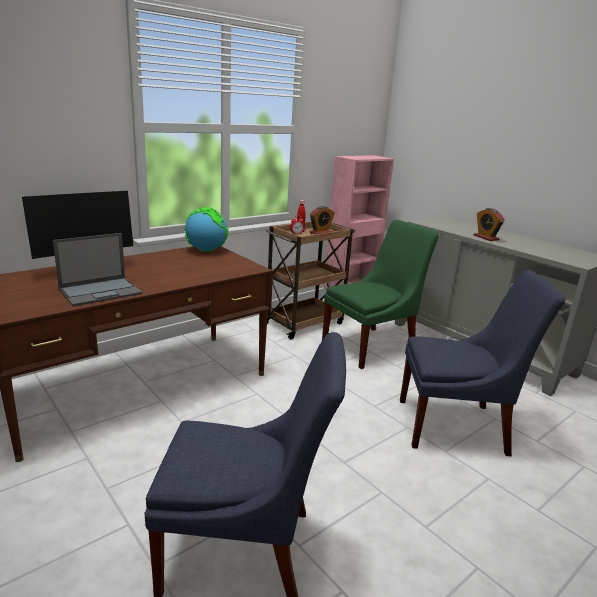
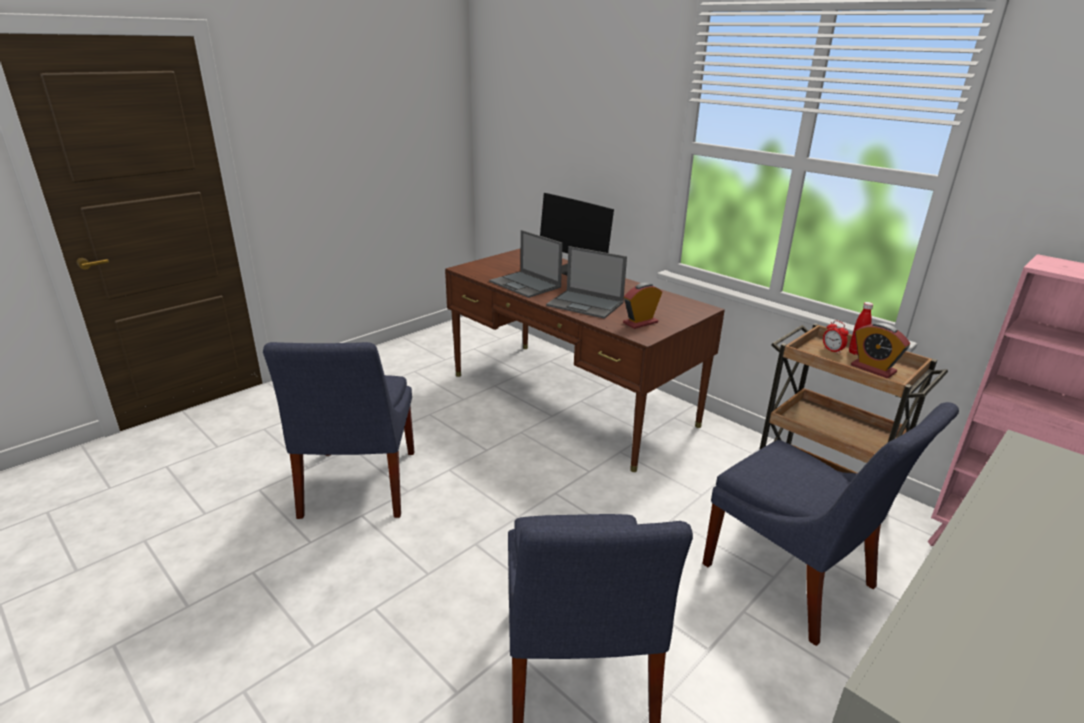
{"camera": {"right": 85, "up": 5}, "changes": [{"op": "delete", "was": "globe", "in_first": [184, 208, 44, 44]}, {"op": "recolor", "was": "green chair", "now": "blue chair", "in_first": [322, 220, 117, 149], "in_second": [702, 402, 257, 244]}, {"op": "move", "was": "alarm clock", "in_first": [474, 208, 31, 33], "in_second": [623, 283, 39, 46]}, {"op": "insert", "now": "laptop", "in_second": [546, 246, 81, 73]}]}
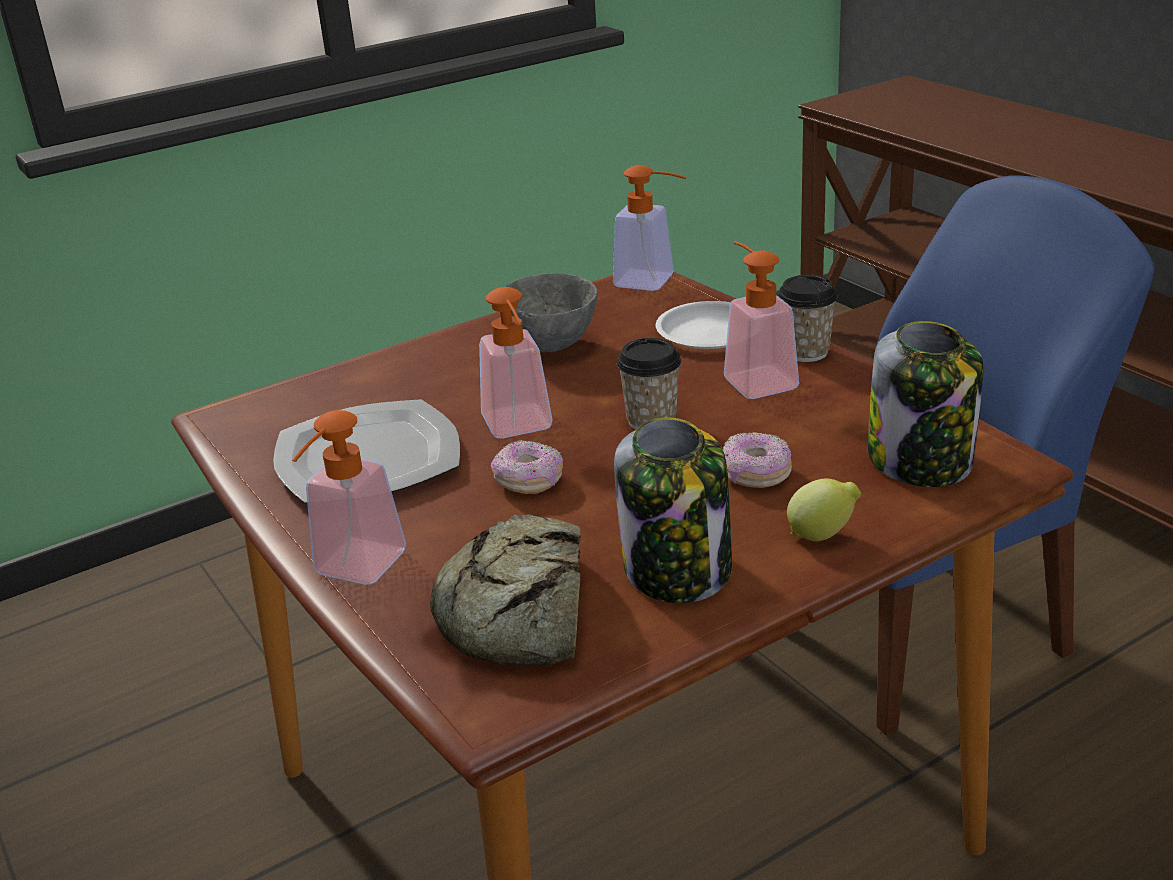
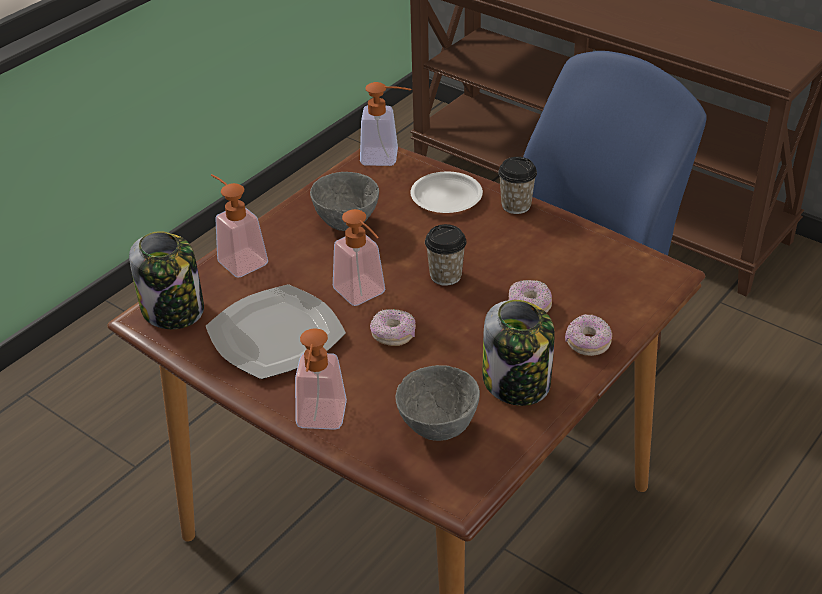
{"camera": {"right": -20, "up": 10}, "changes": [{"op": "replace", "was": "bread", "now": "grey bowl", "in_first": [430, 514, 151, 152], "in_second": [395, 365, 85, 76]}, {"op": "move", "was": "soap dispenser", "in_first": [724, 241, 75, 158], "in_second": [211, 174, 57, 104]}, {"op": "replace", "was": "lemon", "now": "donut", "in_first": [787, 479, 74, 62], "in_second": [565, 314, 47, 42]}, {"op": "move", "was": "jar", "in_first": [868, 321, 115, 166], "in_second": [129, 231, 75, 98]}]}
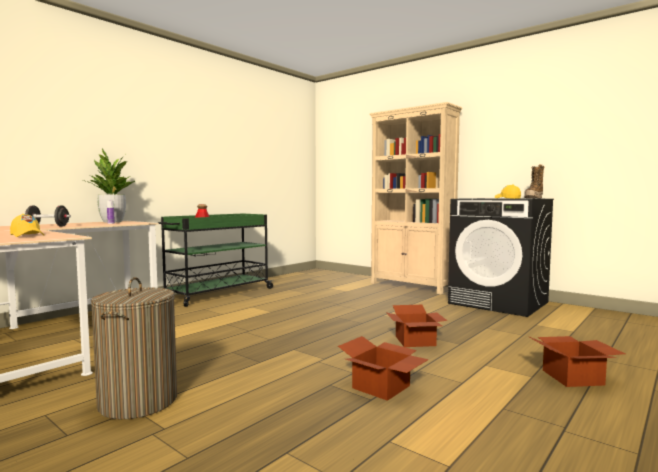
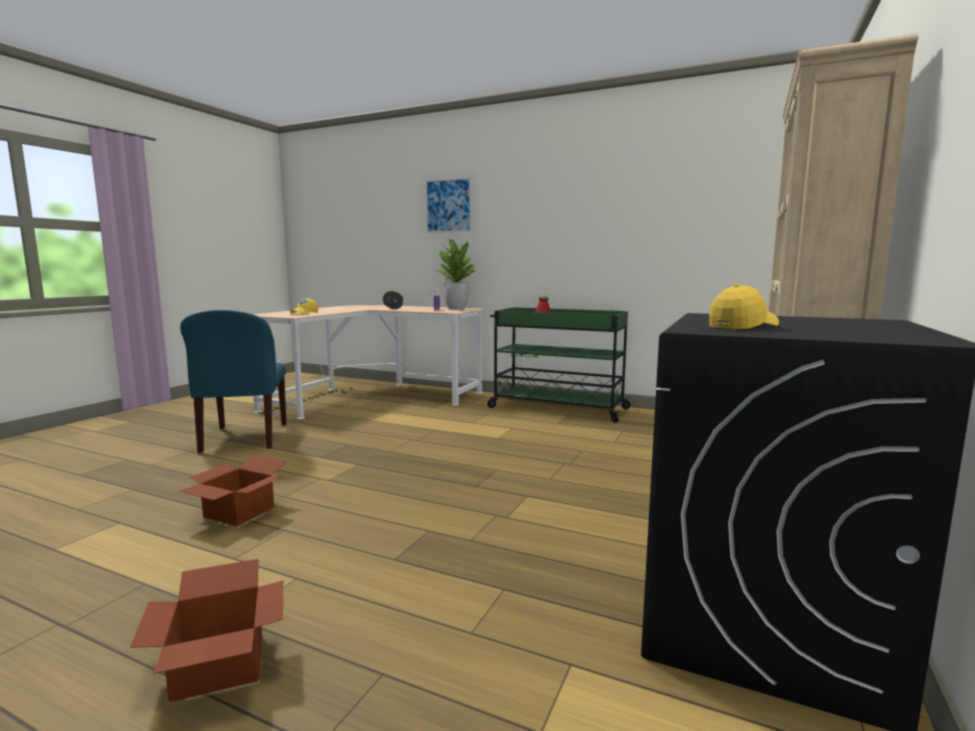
{"camera": {"right": 75, "up": 5}, "changes": [{"op": "replace", "was": "laundry basket", "now": "blue chair", "in_first": [91, 277, 86, 142], "in_second": [180, 310, 107, 143]}, {"op": "delete", "was": "cardboard box", "in_first": [386, 305, 61, 42]}, {"op": "delete", "was": "boot", "in_first": [524, 165, 20, 33]}, {"op": "insert", "now": "picture", "in_second": [425, 177, 47, 56]}]}
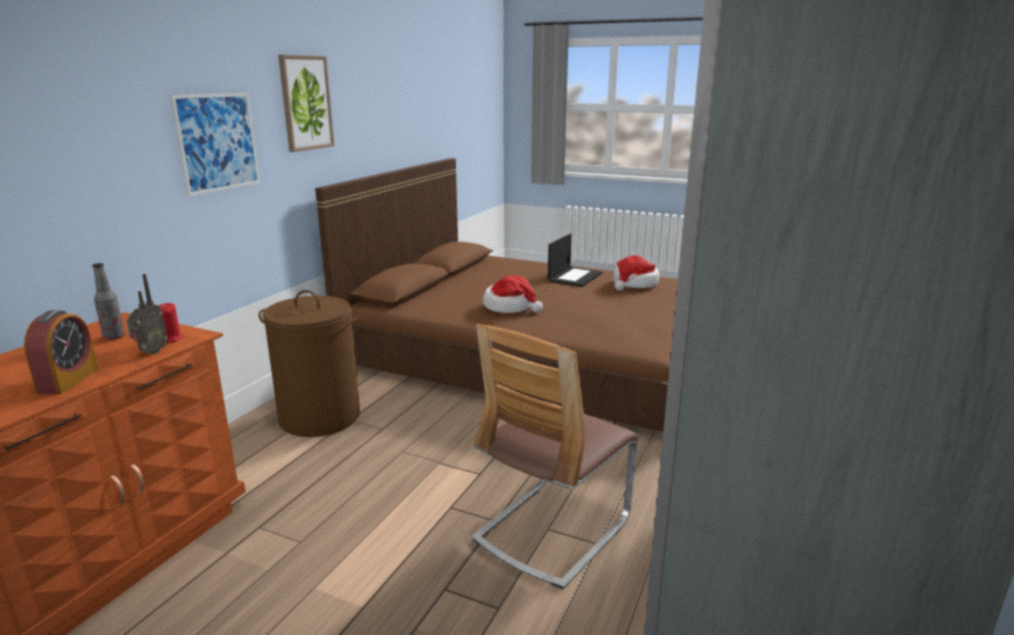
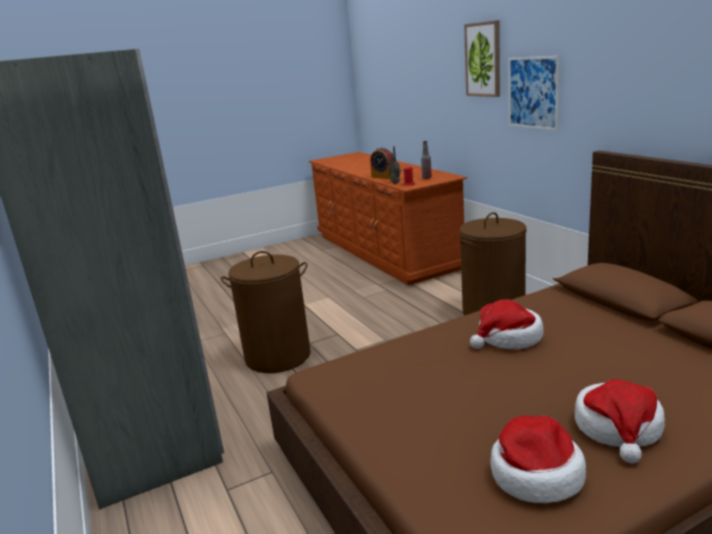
{"camera": {"right": 130, "up": 0}, "changes": [{"op": "move", "was": "picture", "in_first": [278, 55, 56, 97], "in_second": [464, 20, 36, 77]}, {"op": "replace", "was": "chair", "now": "brown laundry basket", "in_first": [472, 324, 166, 265], "in_second": [220, 251, 91, 122]}, {"op": "replace", "was": "laptop", "now": "hat", "in_first": [548, 234, 54, 53], "in_second": [575, 379, 90, 84]}]}
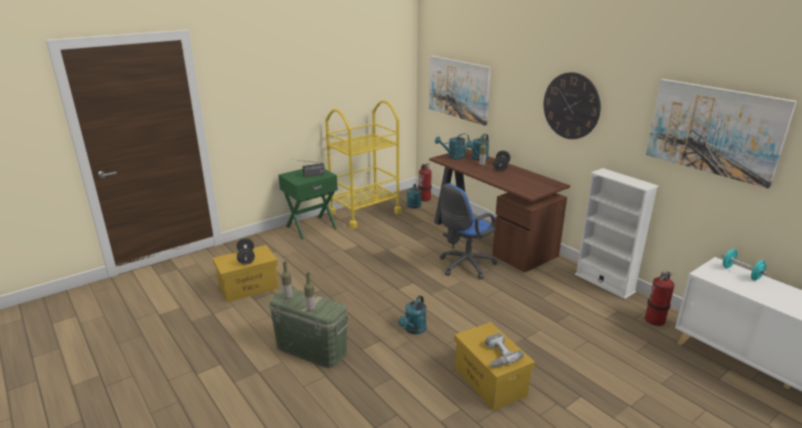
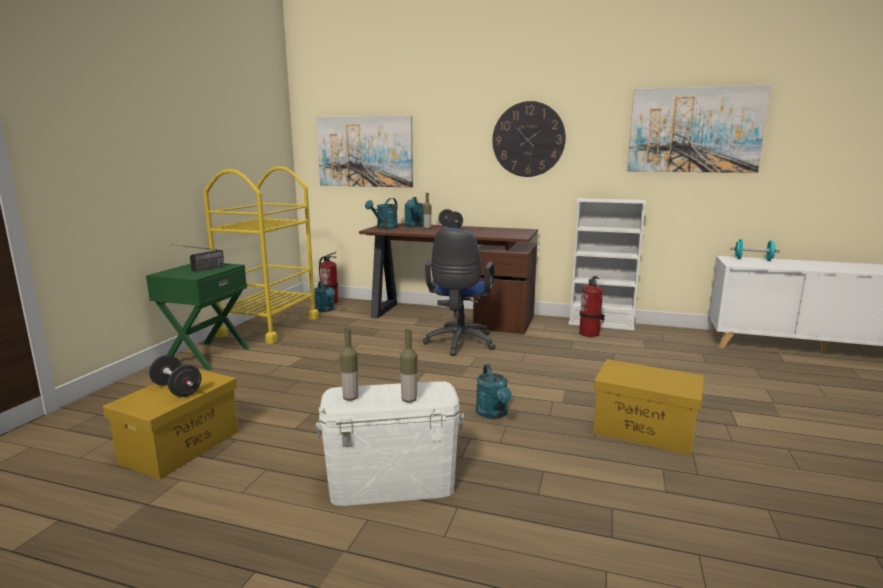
{"camera": {"right": -35, "up": -10}, "changes": [{"op": "recolor", "was": "green storage box", "now": "white storage box", "in_first": [269, 288, 80, 80], "in_second": [316, 381, 148, 125]}, {"op": "delete", "was": "power drill", "in_first": [485, 333, 39, 34]}, {"op": "move", "was": "fire extinguisher", "in_first": [645, 272, 30, 54], "in_second": [579, 276, 24, 61]}]}
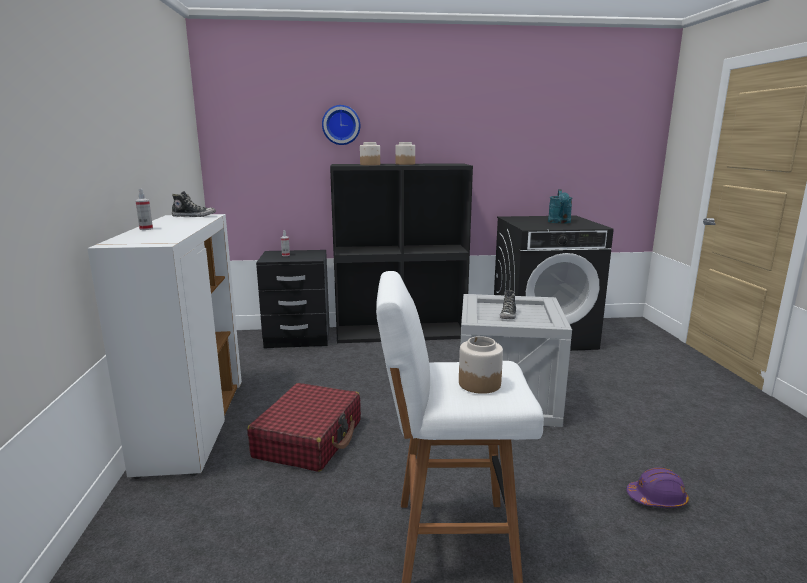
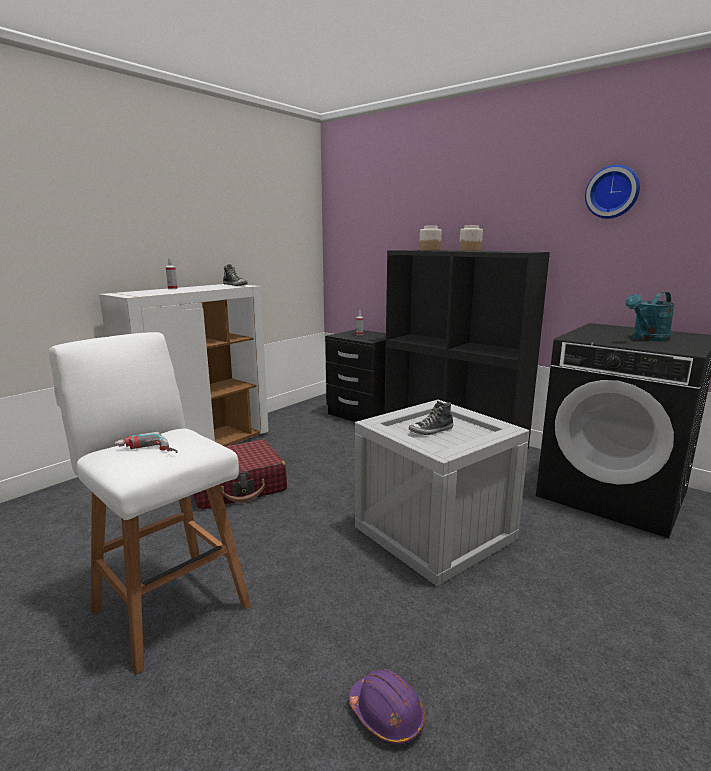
{"camera": {"right": 45, "up": 0}, "changes": [{"op": "move", "was": "wall clock", "in_first": [322, 105, 38, 40], "in_second": [585, 165, 55, 54]}, {"op": "replace", "was": "jar", "now": "power drill", "in_first": [459, 336, 44, 58], "in_second": [114, 432, 64, 21]}]}
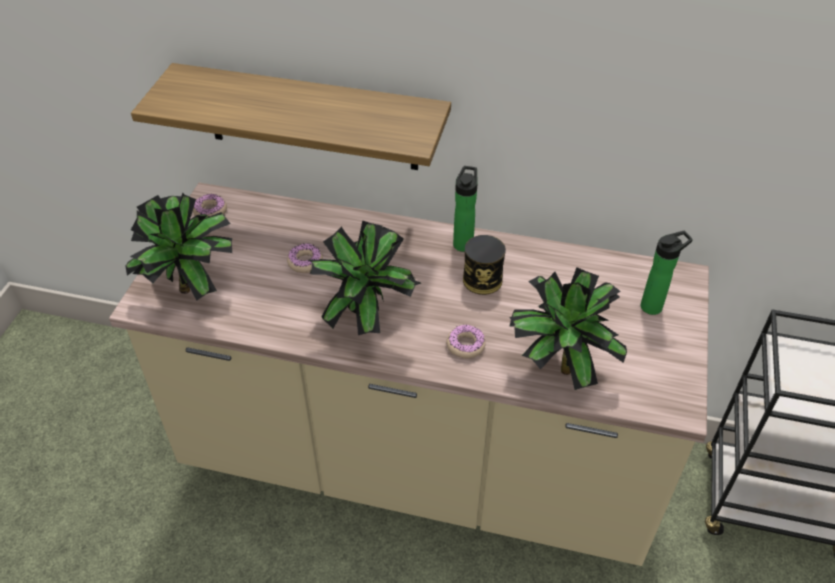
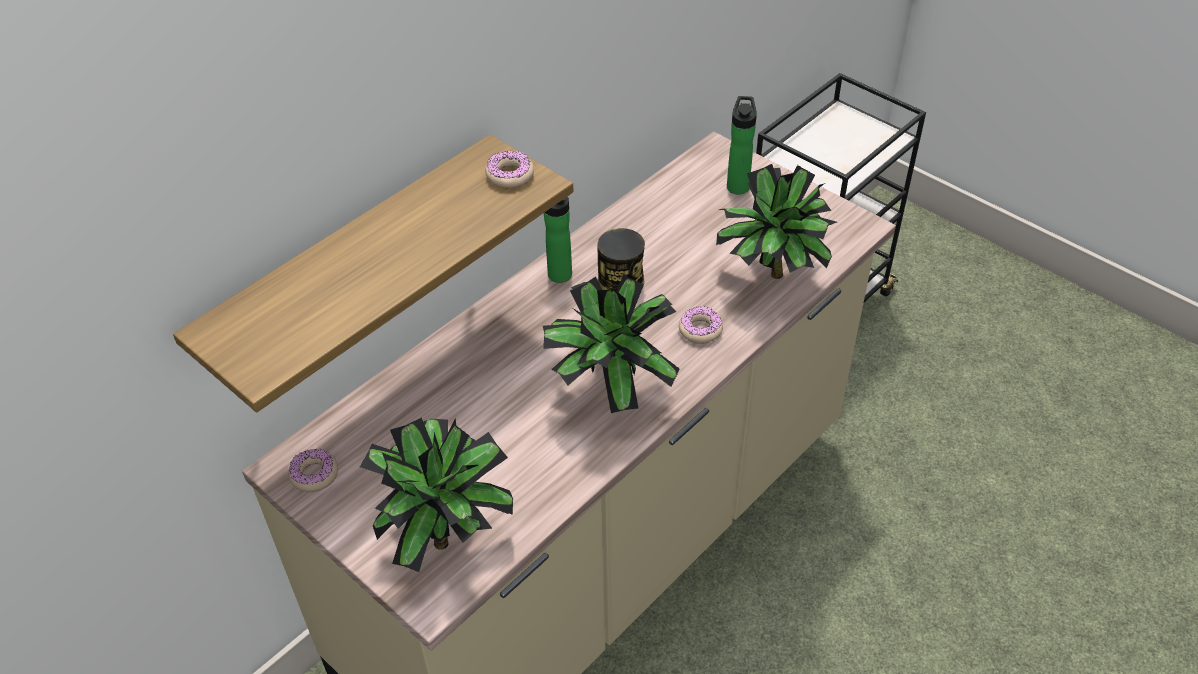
{"camera": {"right": -60, "up": 0}, "changes": [{"op": "move", "was": "donut", "in_first": [287, 244, 36, 29], "in_second": [485, 151, 49, 37]}]}
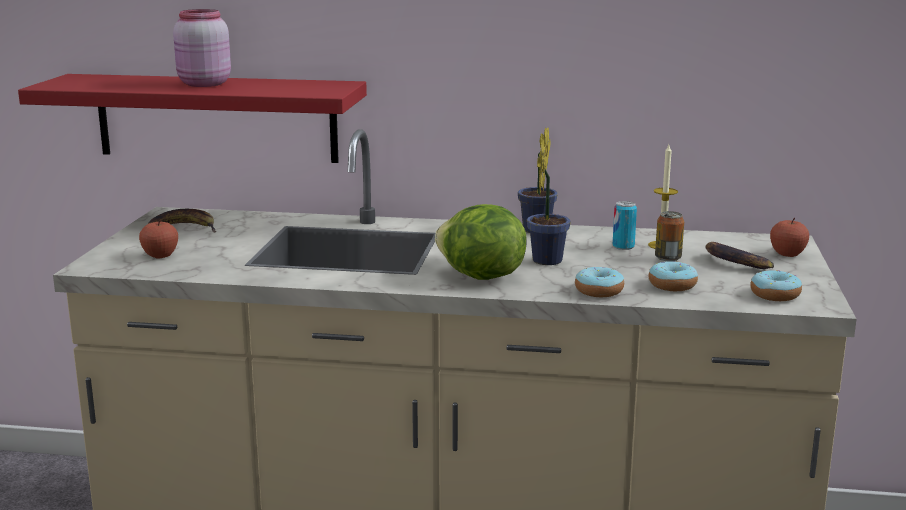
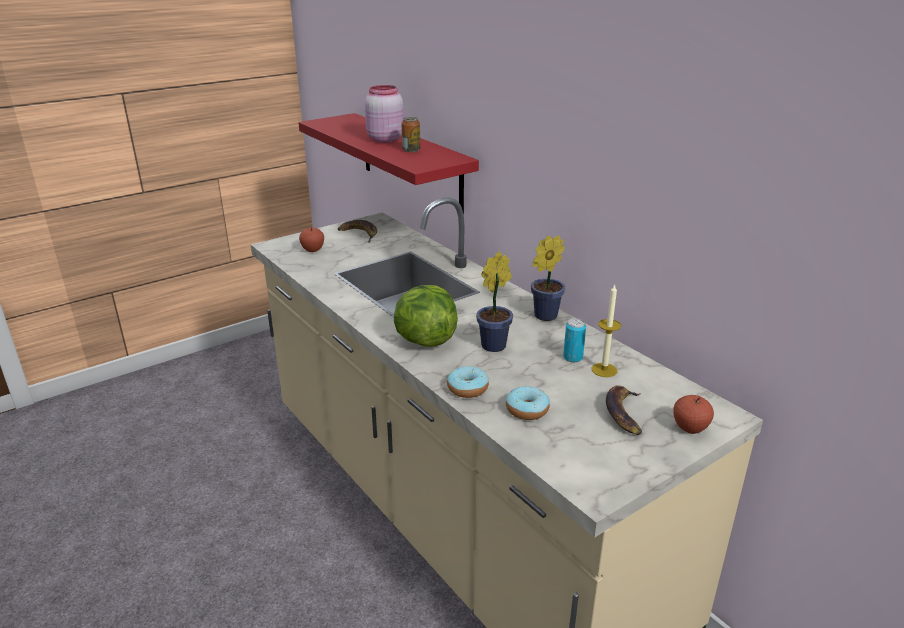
{"camera": {"right": 45, "up": 10}, "changes": [{"op": "move", "was": "can", "in_first": [655, 211, 29, 50], "in_second": [402, 117, 18, 35]}, {"op": "delete", "was": "donut", "in_first": [750, 270, 52, 31]}]}
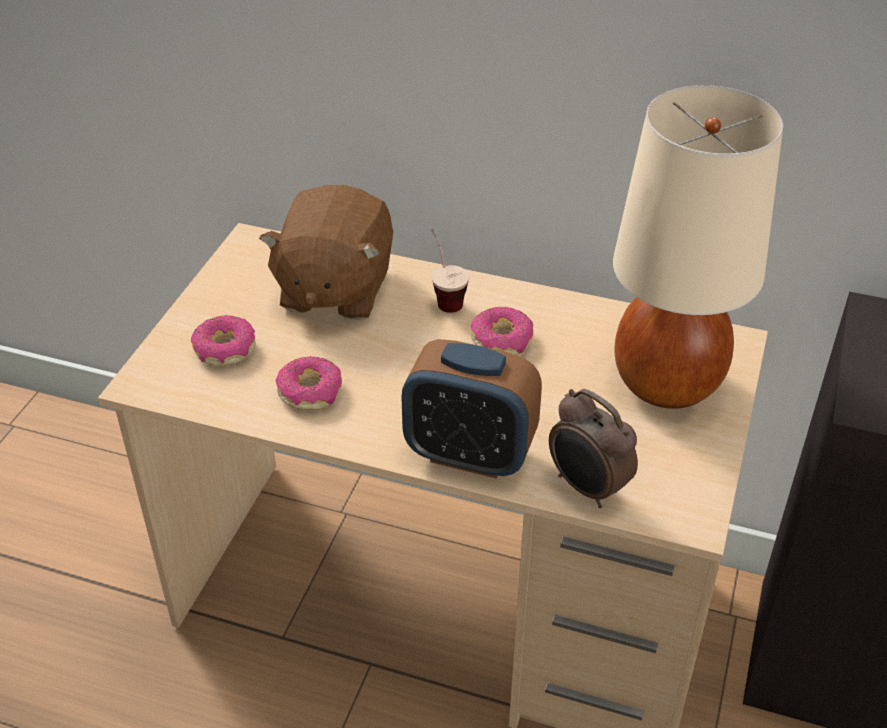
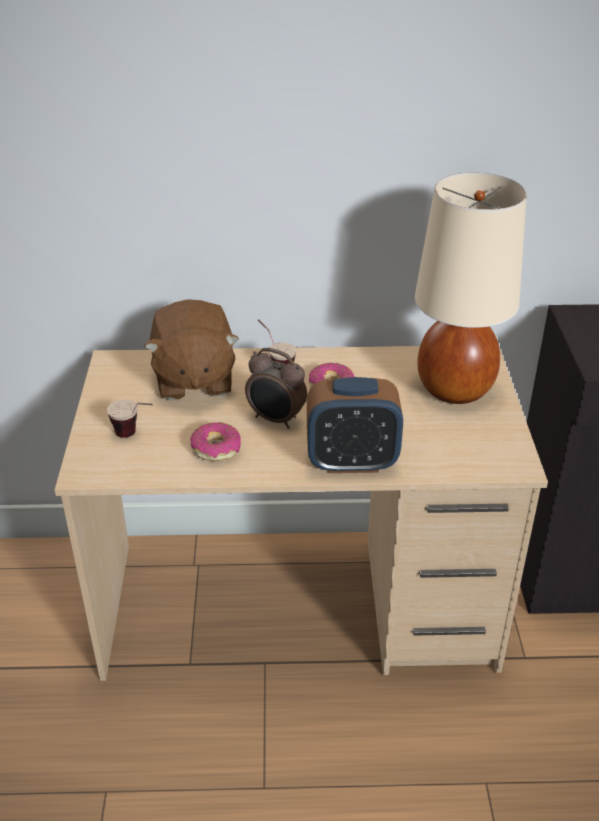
{"camera": {"right": -20, "up": -5}, "changes": [{"op": "replace", "was": "donut", "now": "cup", "in_first": [191, 315, 65, 51], "in_second": [107, 400, 46, 38]}, {"op": "move", "was": "alarm clock", "in_first": [549, 389, 89, 119], "in_second": [245, 348, 62, 81]}]}
